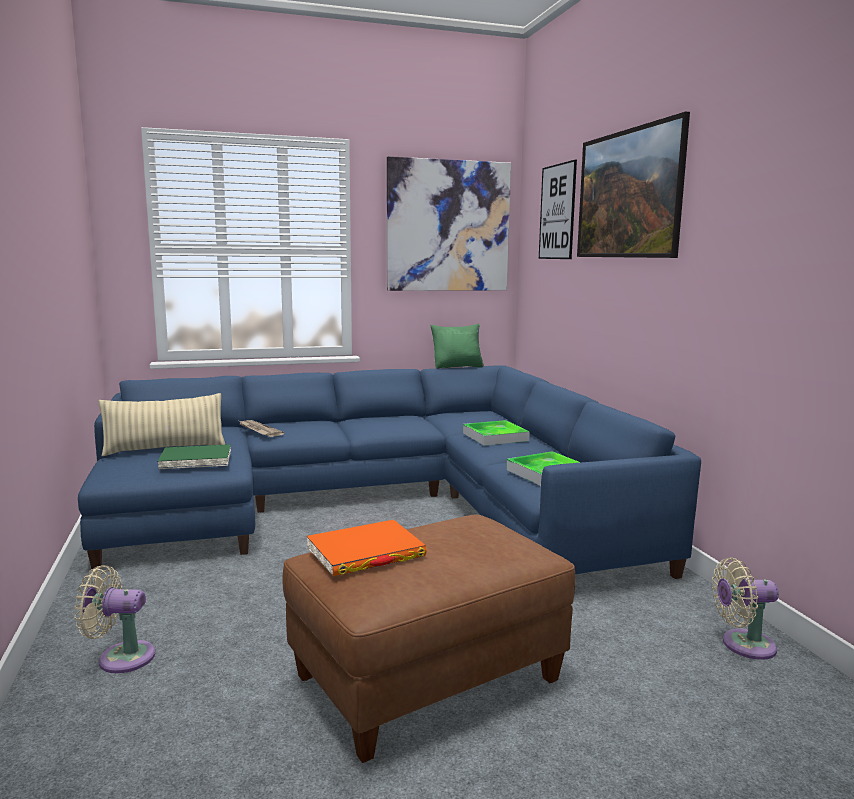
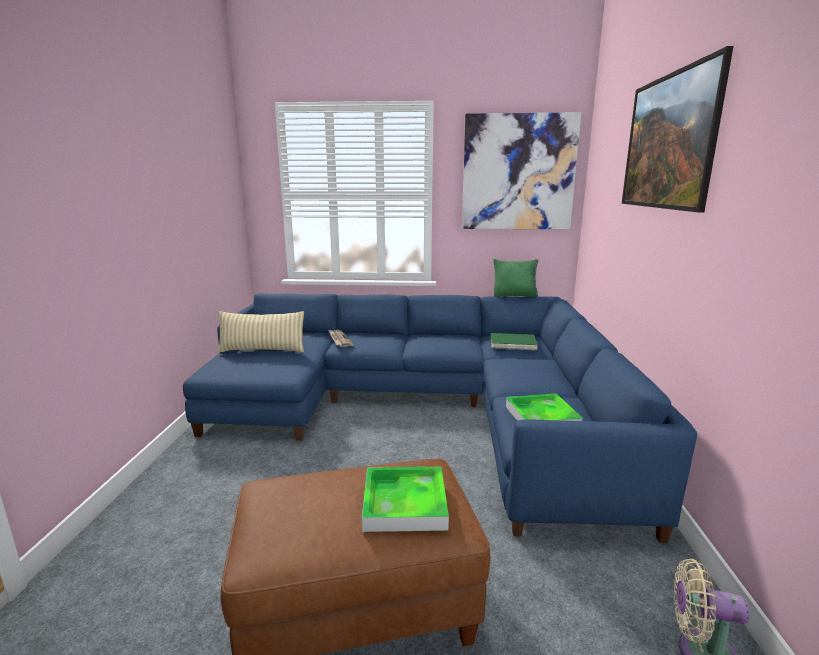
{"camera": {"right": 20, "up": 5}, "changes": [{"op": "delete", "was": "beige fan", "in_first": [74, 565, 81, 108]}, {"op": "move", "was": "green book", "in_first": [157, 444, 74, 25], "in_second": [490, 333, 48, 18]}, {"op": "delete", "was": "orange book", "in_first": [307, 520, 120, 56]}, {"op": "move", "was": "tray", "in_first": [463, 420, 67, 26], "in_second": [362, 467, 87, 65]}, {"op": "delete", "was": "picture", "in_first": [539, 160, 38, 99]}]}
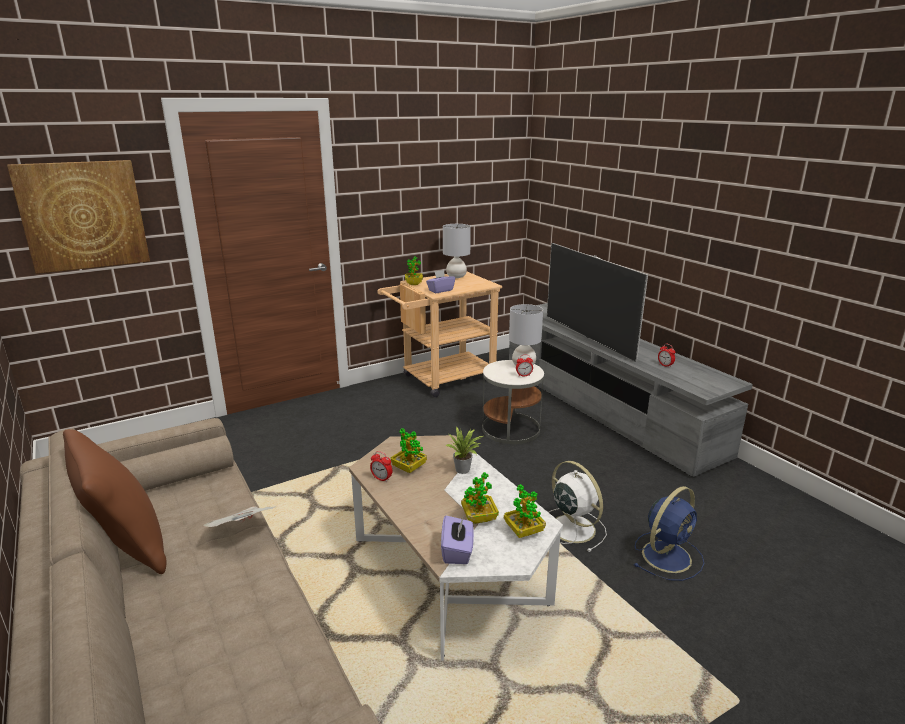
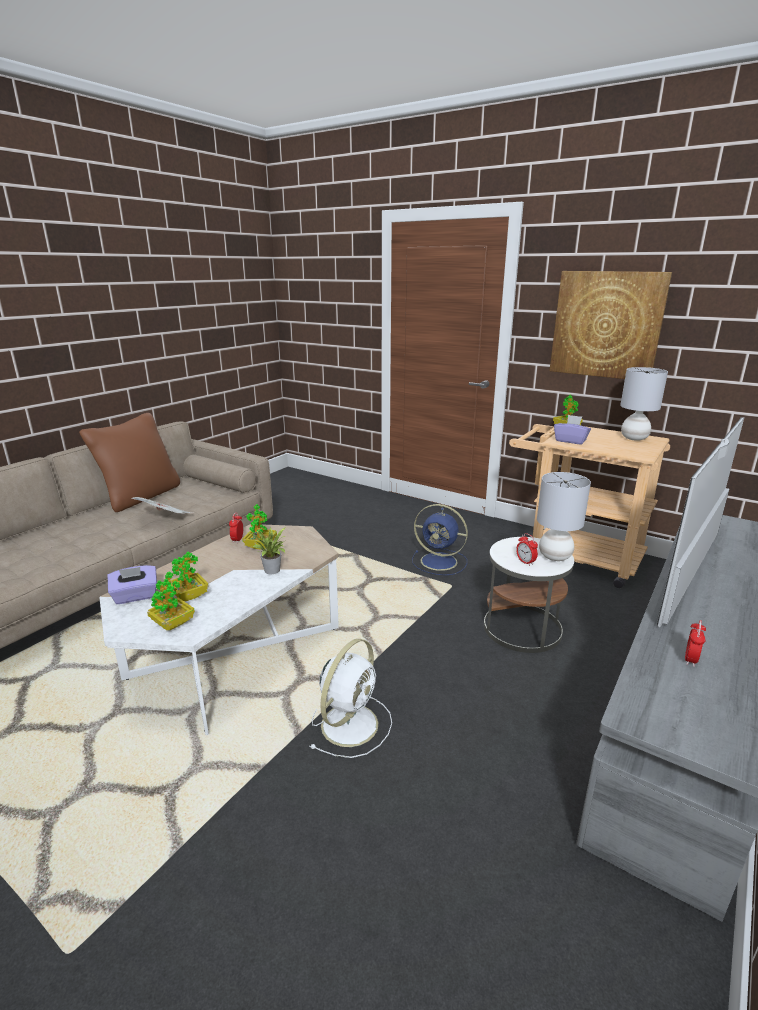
{"camera": {"right": 65, "up": 0}, "changes": [{"op": "move", "was": "picture", "in_first": [7, 160, 143, 114], "in_second": [549, 271, 123, 108]}, {"op": "move", "was": "blue fan", "in_first": [634, 486, 70, 95], "in_second": [412, 504, 56, 71]}]}
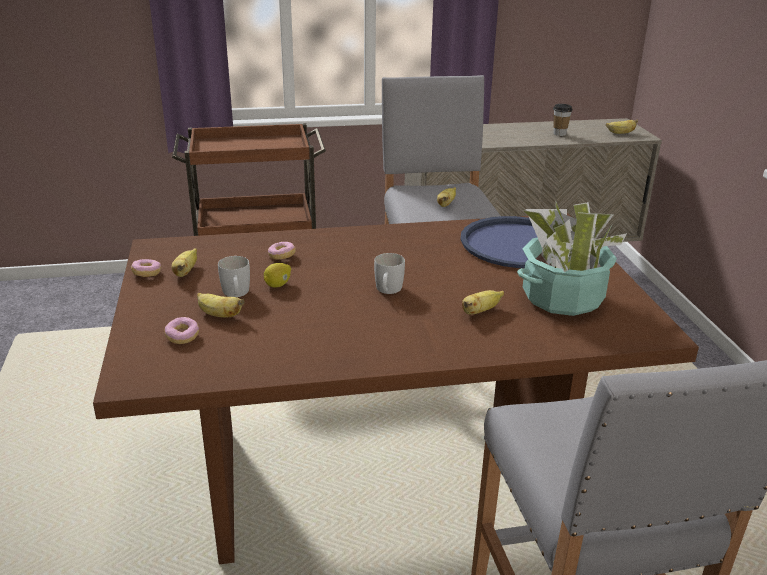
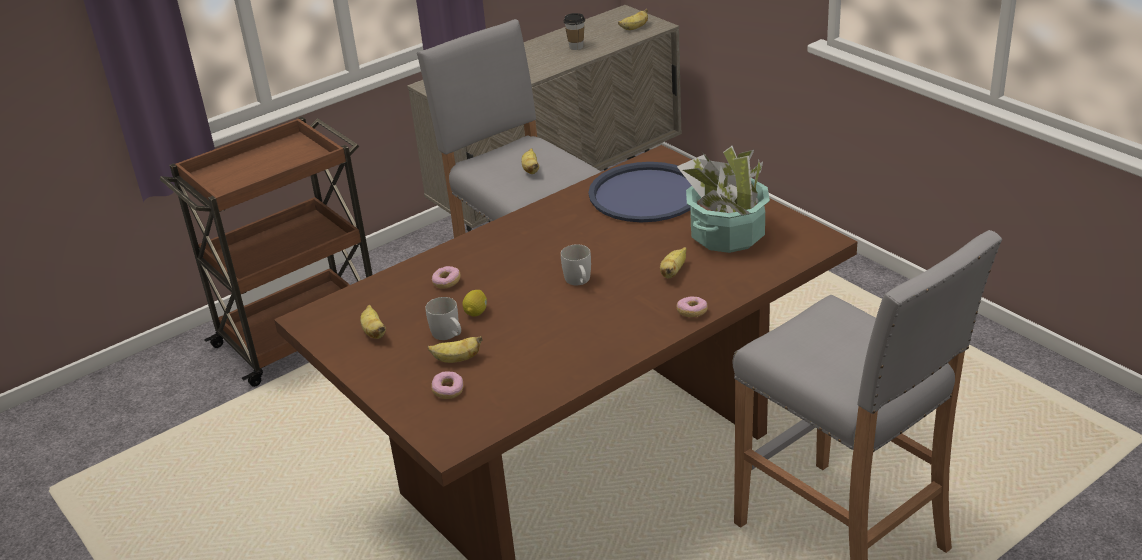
{"camera": {"right": -25, "up": 5}, "changes": [{"op": "move", "was": "donut", "in_first": [131, 259, 30, 18], "in_second": [677, 296, 31, 21]}]}
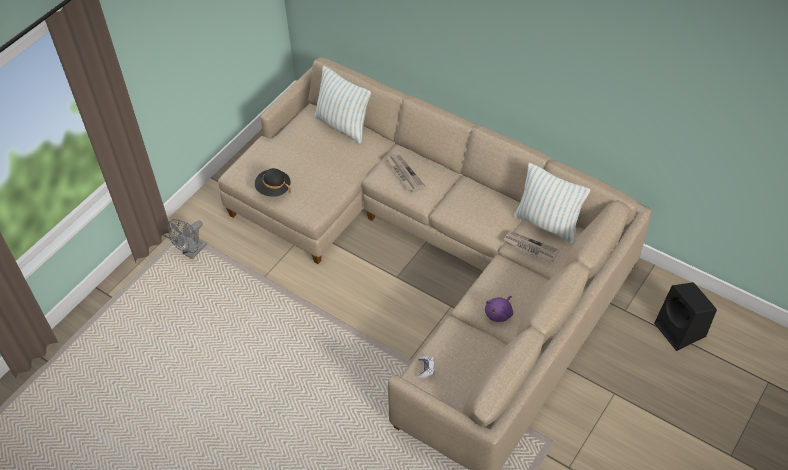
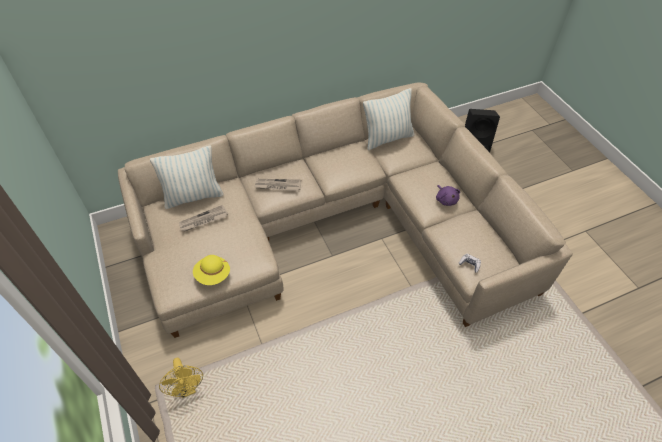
{"camera": {"right": -60, "up": 0}, "changes": [{"op": "recolor", "was": "grey fan", "now": "yellow fan", "in_first": [168, 219, 39, 40], "in_second": [159, 358, 44, 40]}, {"op": "recolor", "was": "black hat", "now": "yellow hat", "in_first": [255, 168, 36, 29], "in_second": [193, 255, 37, 30]}, {"op": "move", "was": "newspaper", "in_first": [503, 231, 57, 31], "in_second": [179, 205, 49, 27]}]}
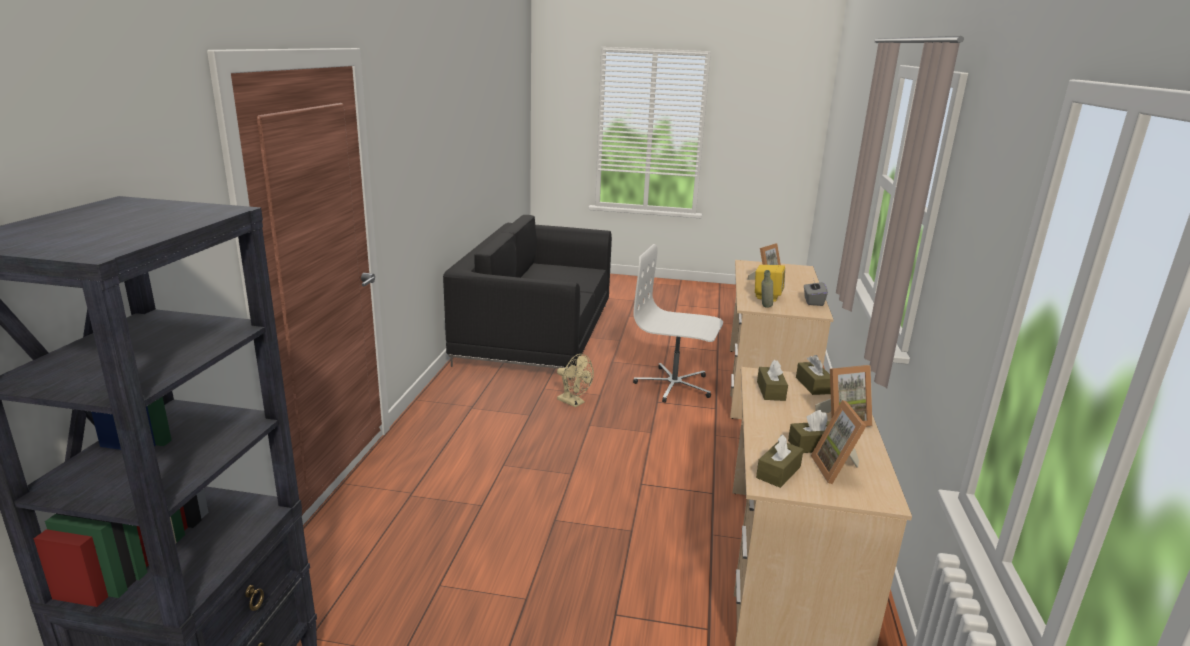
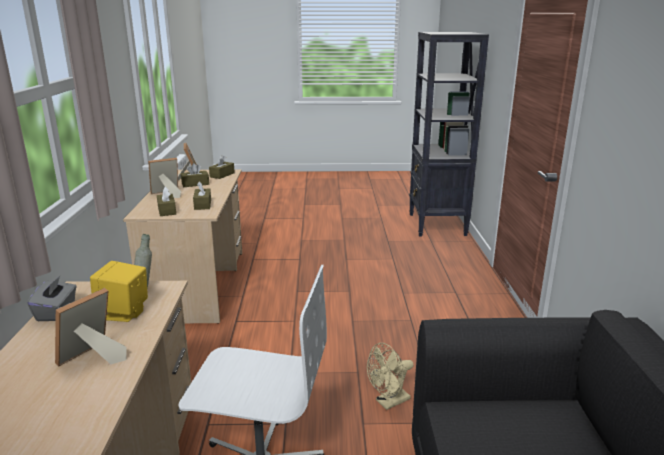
{"camera": {"right": 170, "up": 0}, "changes": [{"op": "rotate", "was": "beige fan", "in_first": [557, 354, 37, 53], "in_second": [367, 343, 47, 67], "clockwise": -60}]}
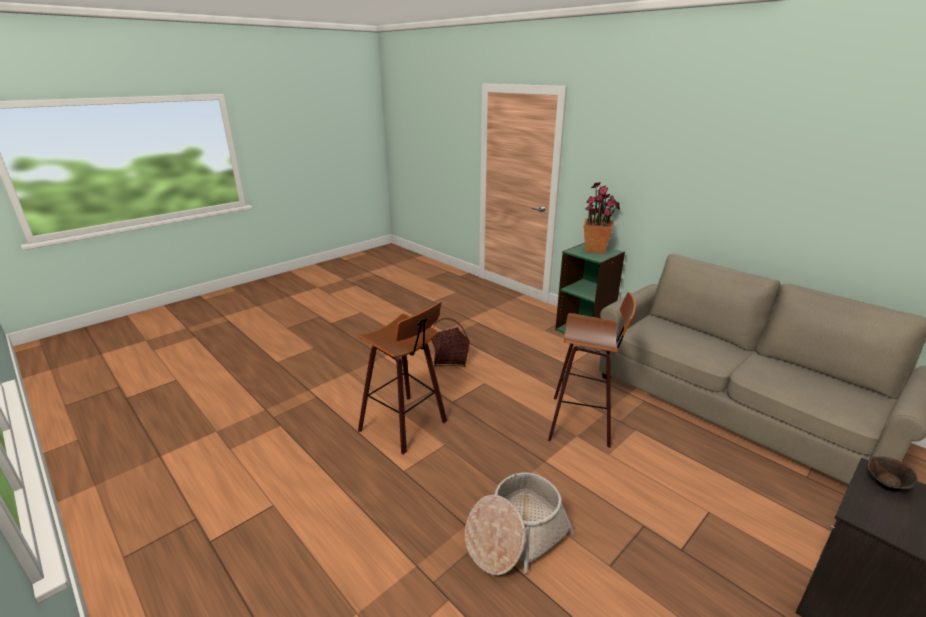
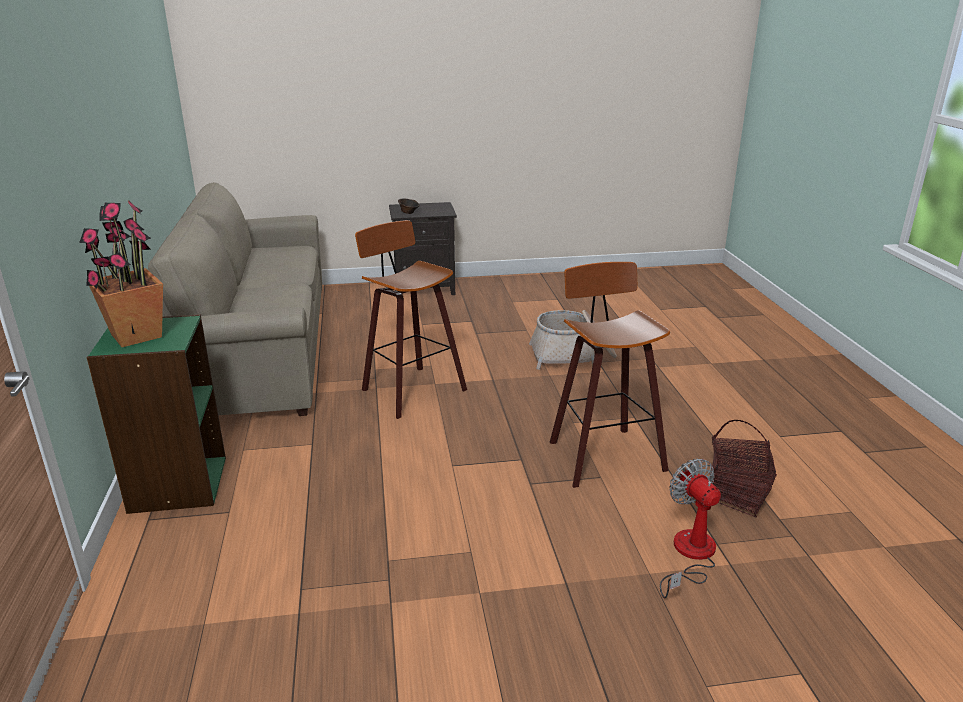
{"camera": {"right": -145, "up": 0}, "changes": [{"op": "move", "was": "basket", "in_first": [431, 318, 39, 49], "in_second": [709, 420, 68, 97]}, {"op": "insert", "now": "fan", "in_second": [660, 459, 61, 140]}]}
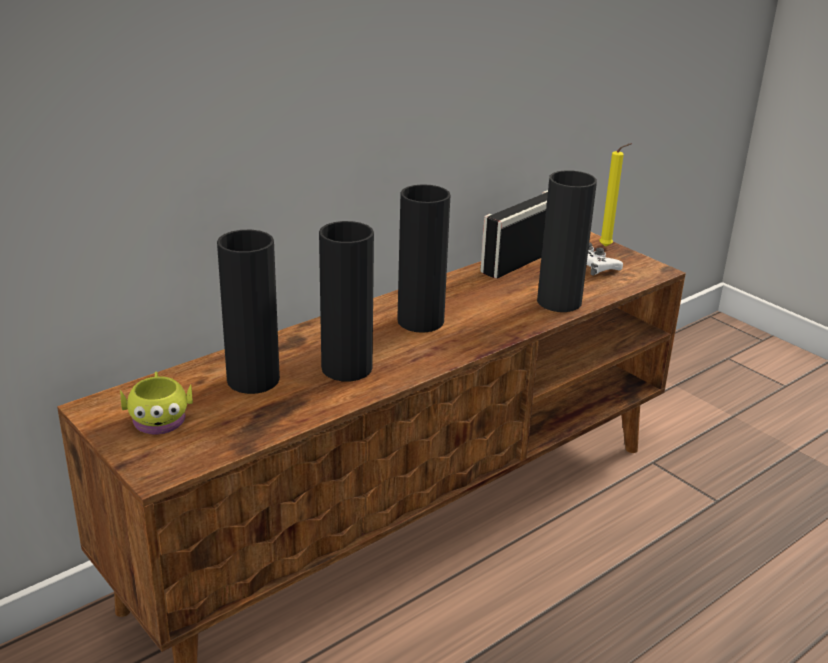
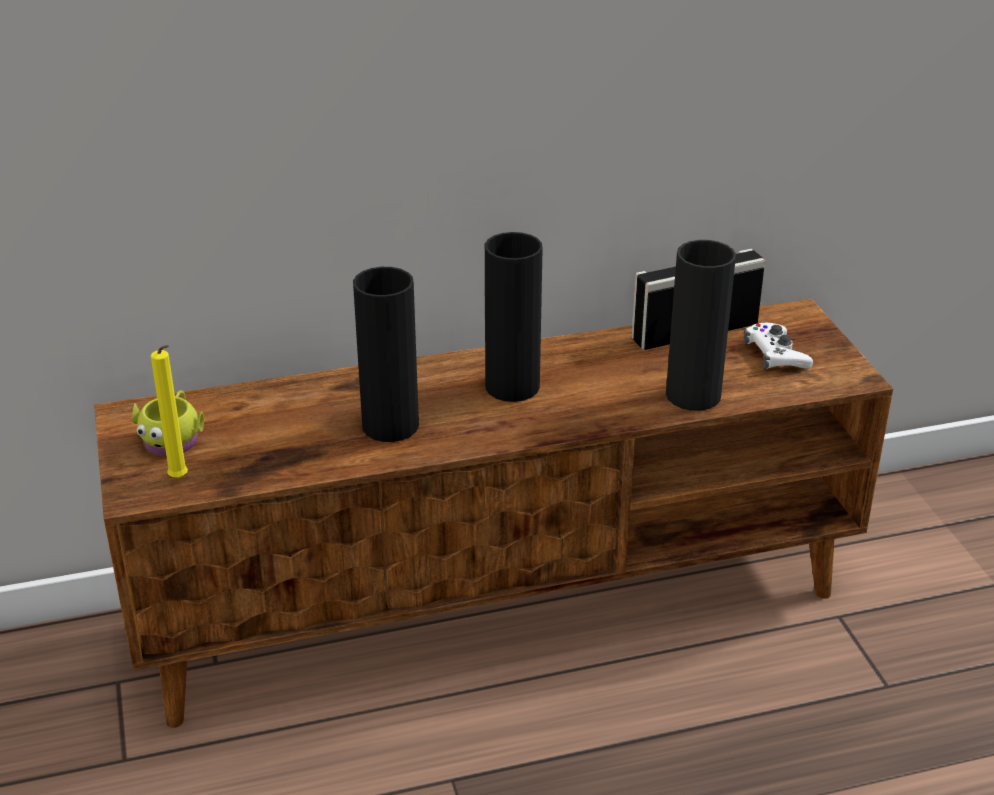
{"camera": {"right": 25, "up": 5}, "changes": [{"op": "delete", "was": "black vase", "in_first": [217, 230, 63, 164]}, {"op": "move", "was": "yellow candle", "in_first": [599, 143, 32, 104], "in_second": [151, 345, 37, 133]}]}
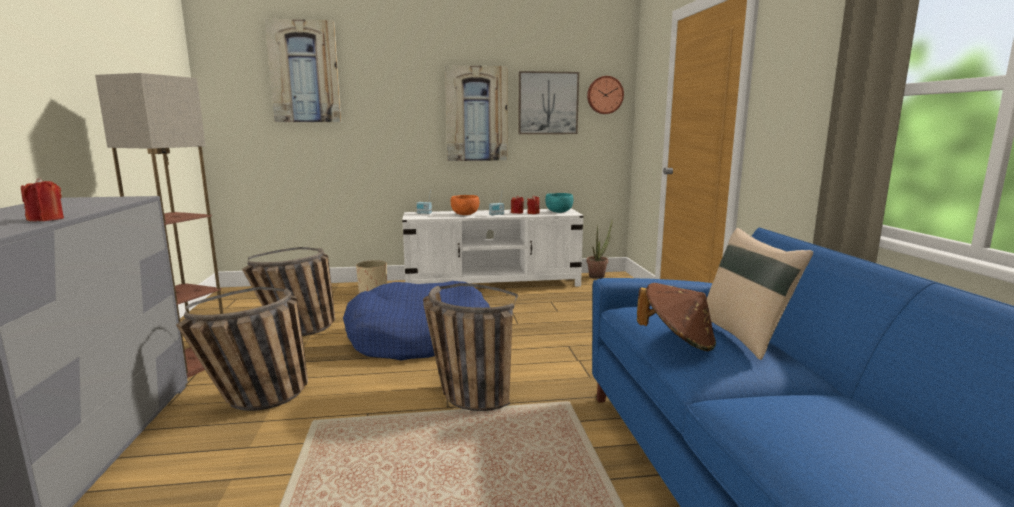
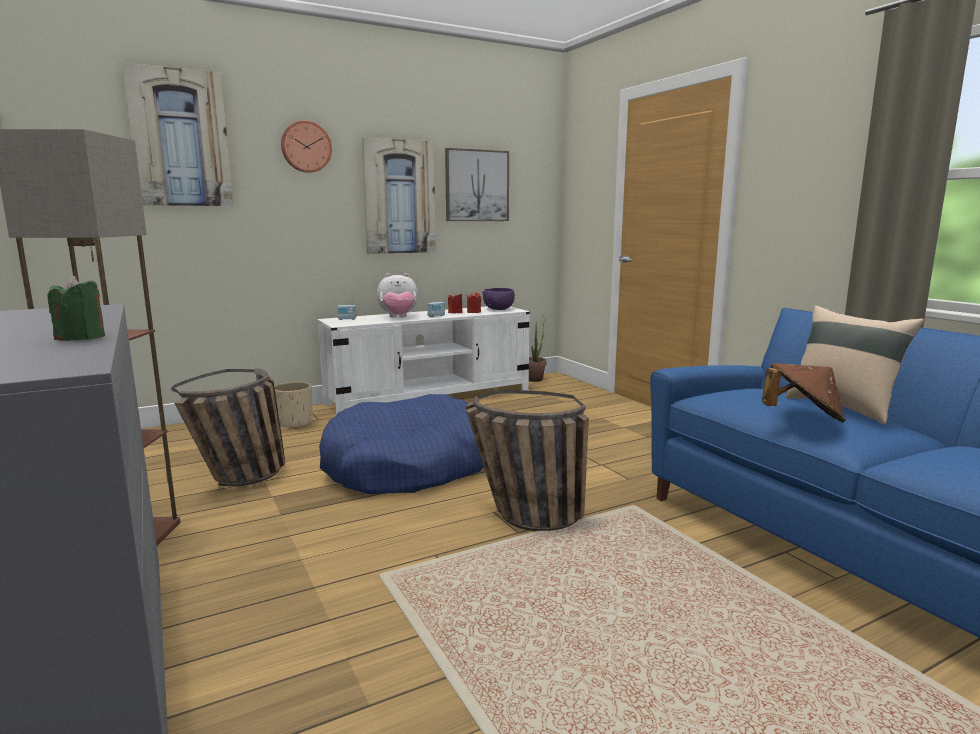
{"camera": {"right": -20, "up": 0}, "changes": [{"op": "recolor", "was": "red candle", "now": "green candle", "in_first": [21, 178, 43, 43], "in_second": [48, 276, 57, 65]}, {"op": "delete", "was": "basket", "in_first": [176, 287, 132, 124]}, {"op": "replace", "was": "orange bowl", "now": "plush toy", "in_first": [451, 195, 28, 20], "in_second": [377, 273, 41, 44]}, {"op": "recolor", "was": "turquoise bowl", "now": "purple bowl", "in_first": [545, 193, 28, 20], "in_second": [482, 288, 33, 22]}, {"op": "move", "was": "wall clock", "in_first": [587, 76, 37, 38], "in_second": [281, 120, 51, 53]}]}
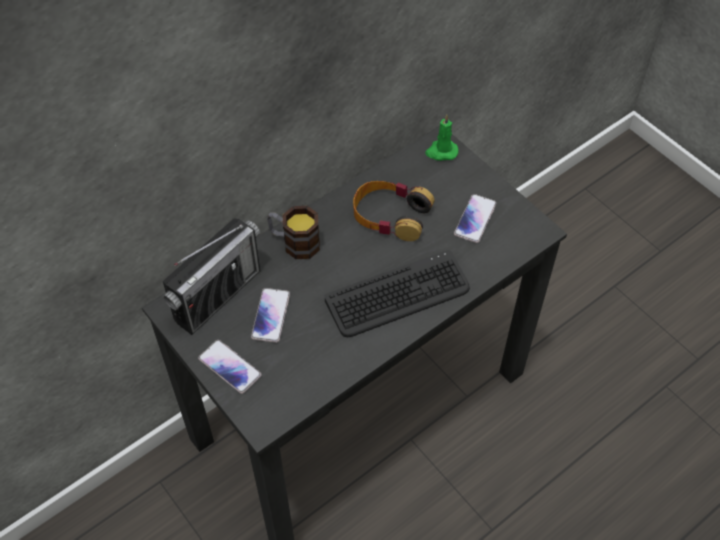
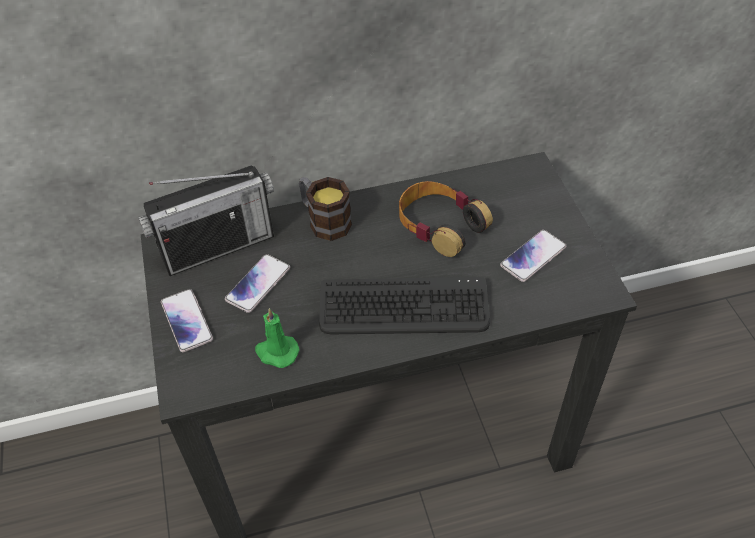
{"camera": {"right": 25, "up": -5}, "changes": [{"op": "move", "was": "green candle", "in_first": [425, 114, 33, 47], "in_second": [255, 308, 45, 60]}]}
